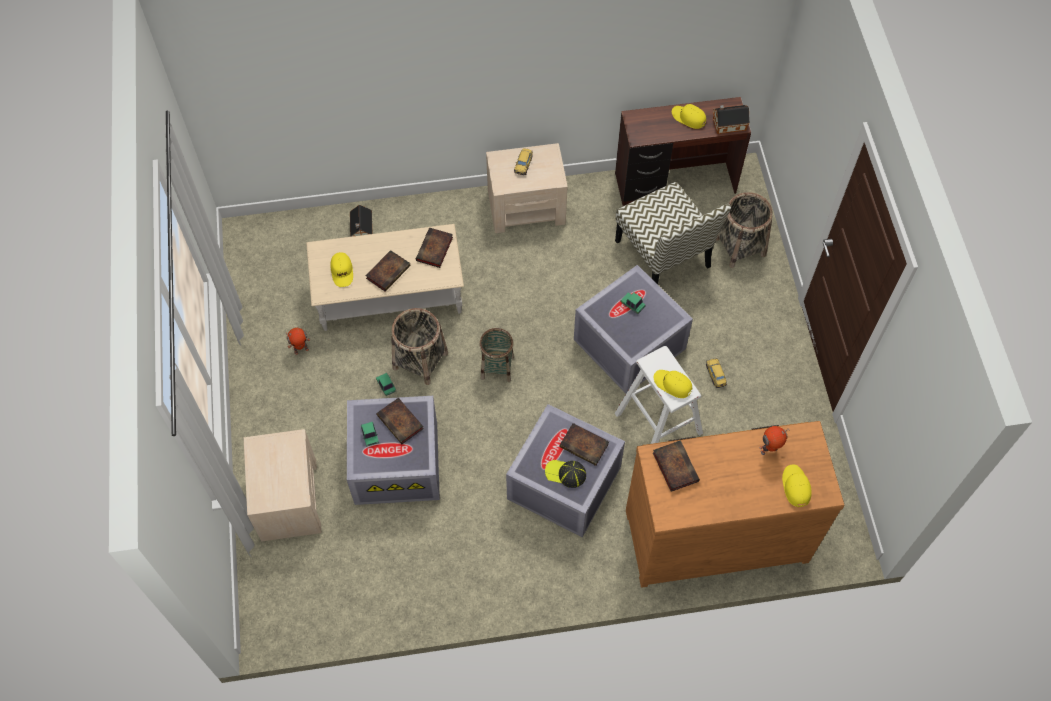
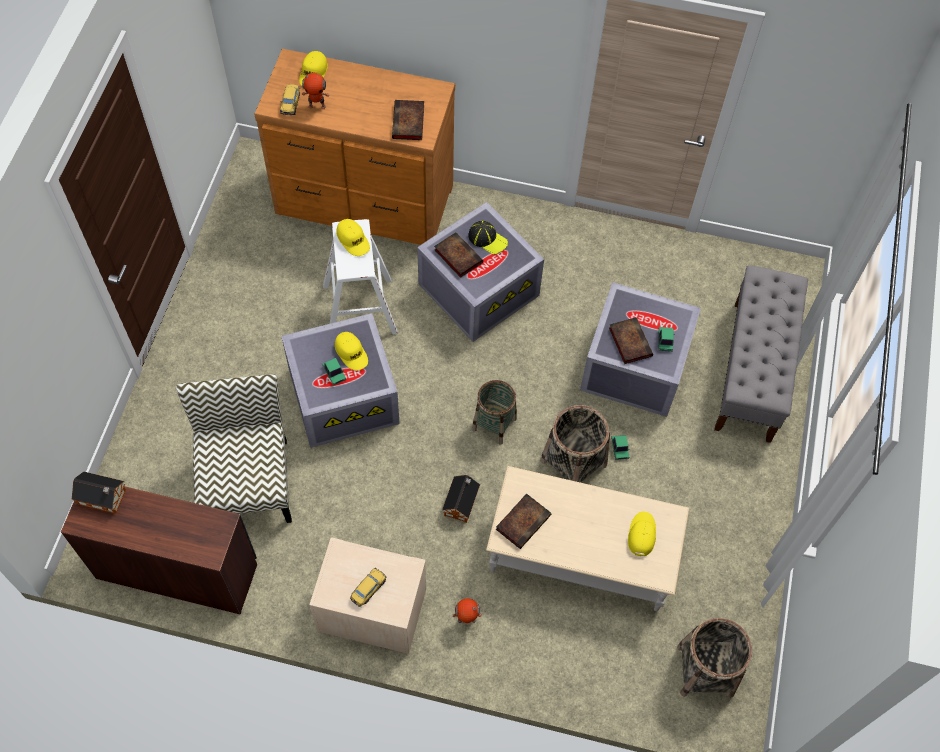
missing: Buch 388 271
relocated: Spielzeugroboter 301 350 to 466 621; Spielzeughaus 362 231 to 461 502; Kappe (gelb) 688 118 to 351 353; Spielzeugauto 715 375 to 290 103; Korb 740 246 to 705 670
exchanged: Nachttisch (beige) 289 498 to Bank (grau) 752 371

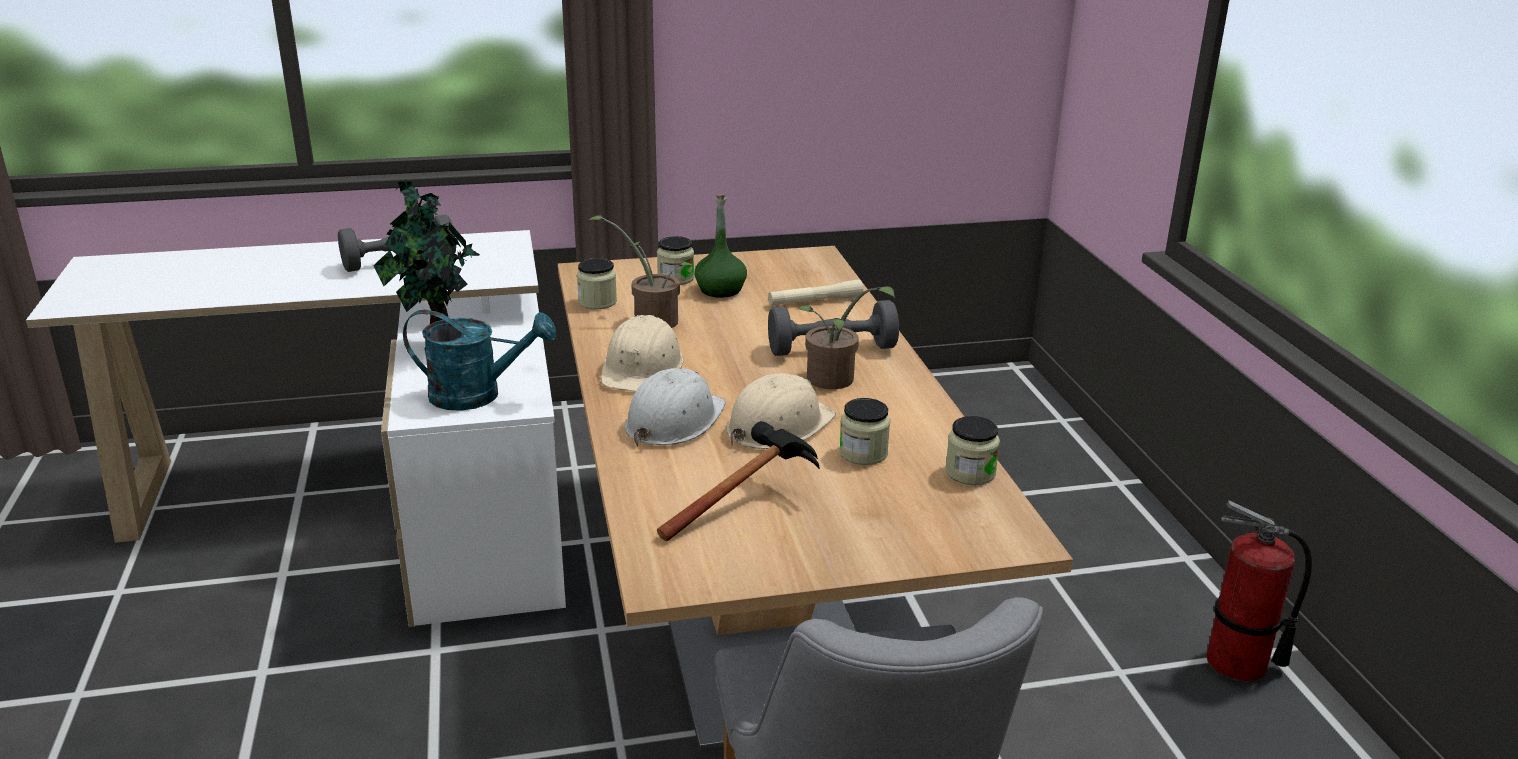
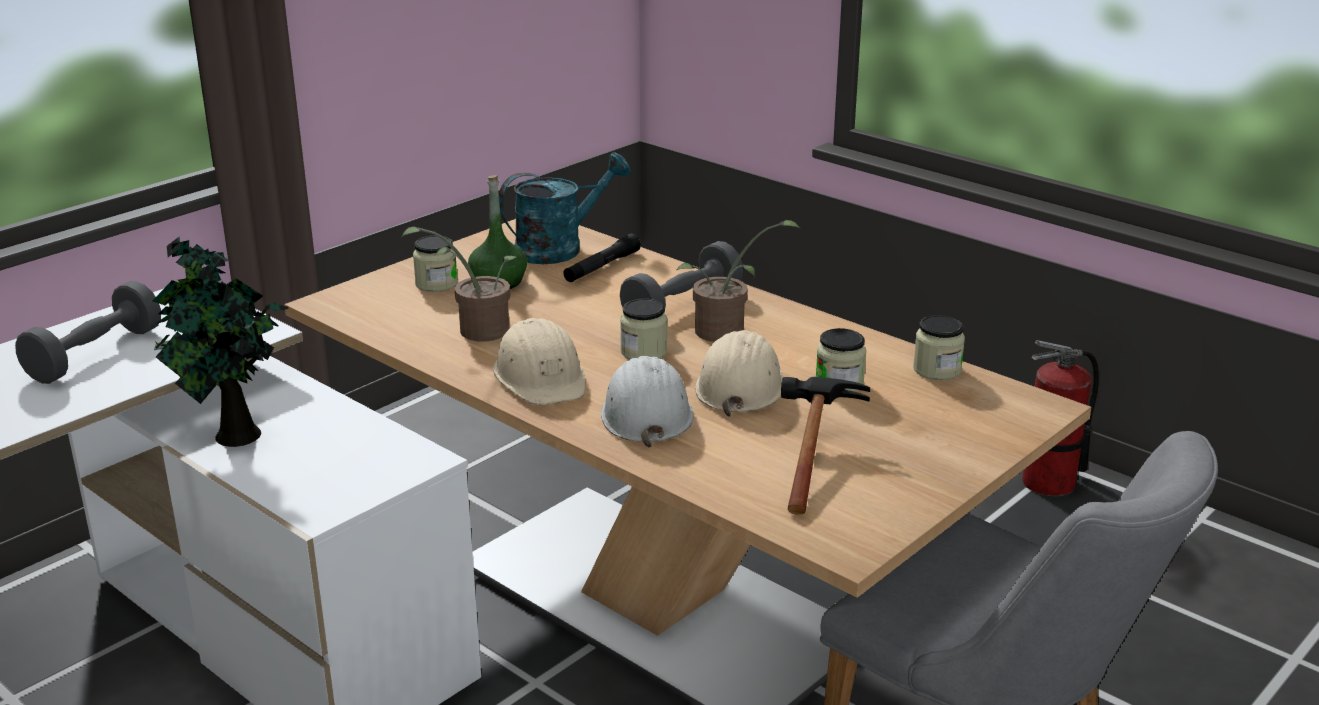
relocated: Gießkanne (türkis) 478 395 to 559 248; Vorratsglas 597 302 to 644 352
colour: Taschenlampe (beige) 815 301 to Taschenlampe (schwarz) 602 267

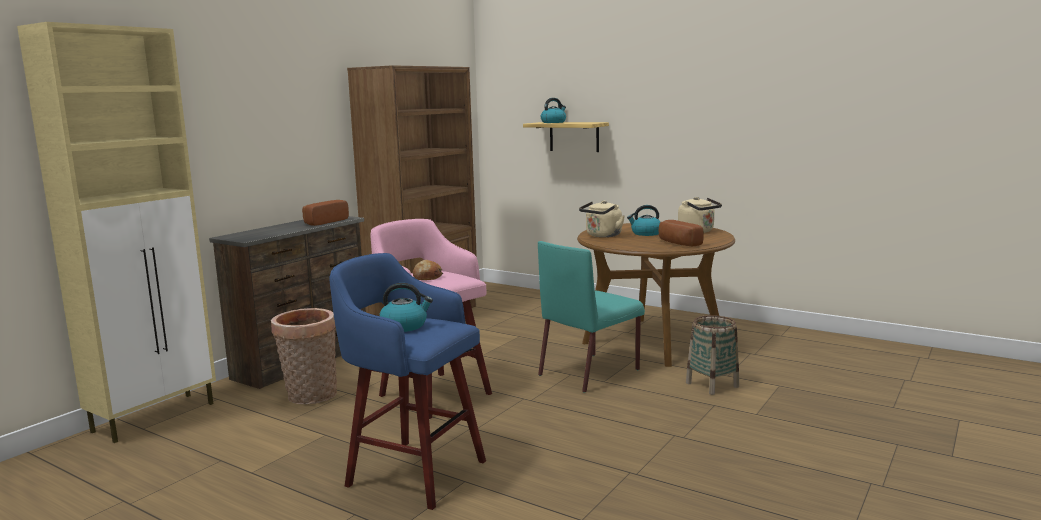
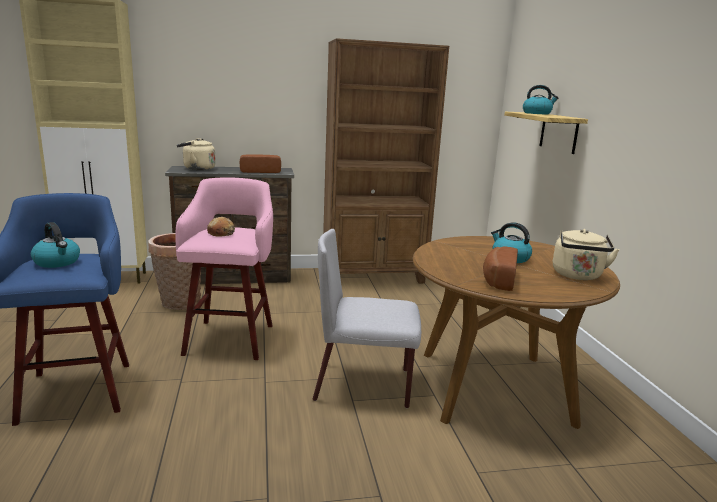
missing: Korb 712 385
relocated: Wasserkessel (beige) 602 235 to 197 168
colour: Stuhl (türkis) 590 372 to Stuhl (grau) 364 384

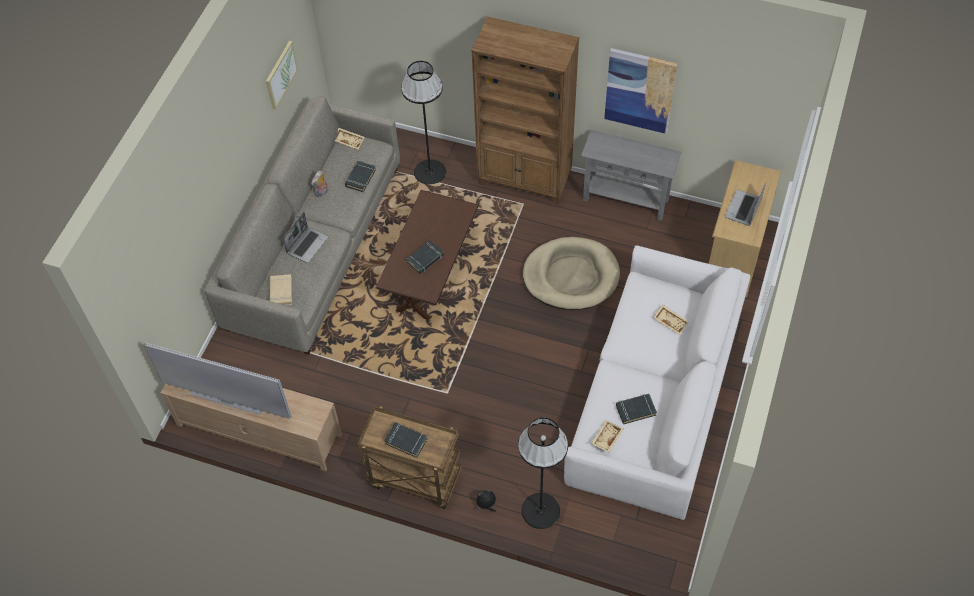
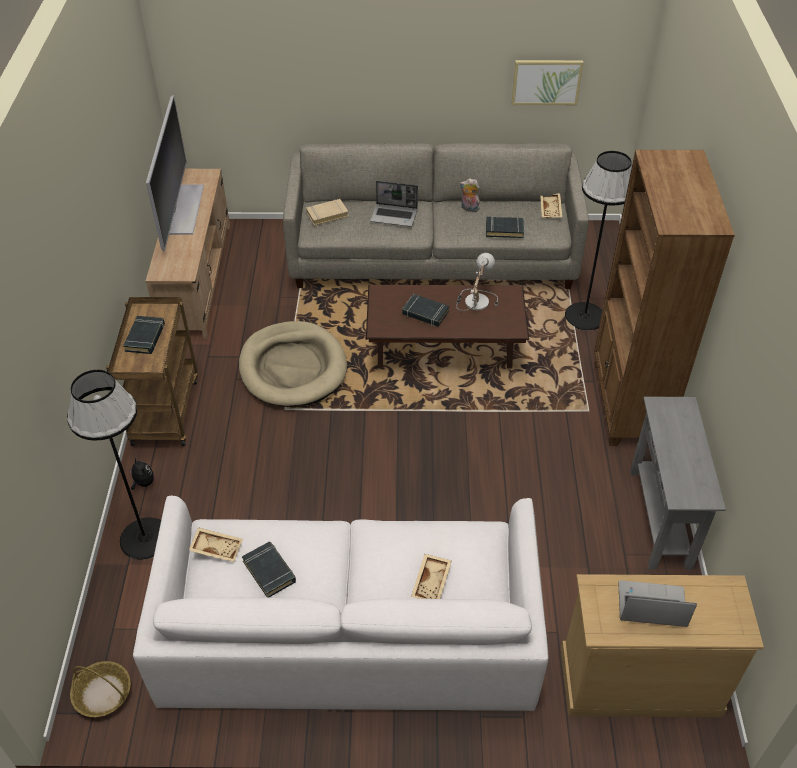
missing: Bild 640 90
appeared: Korb 102 694; Tischlampe 474 300
relocated: Hundebett (beige) 571 276 to 293 368

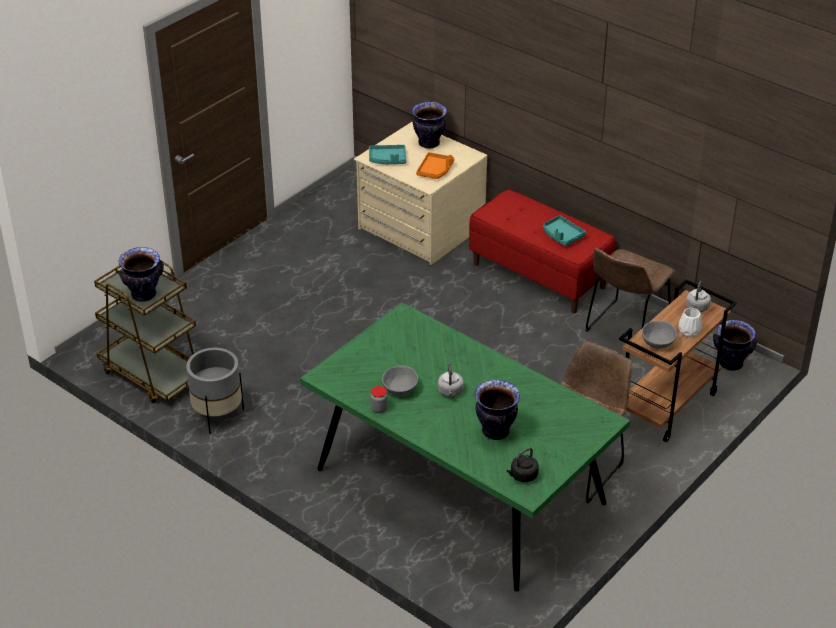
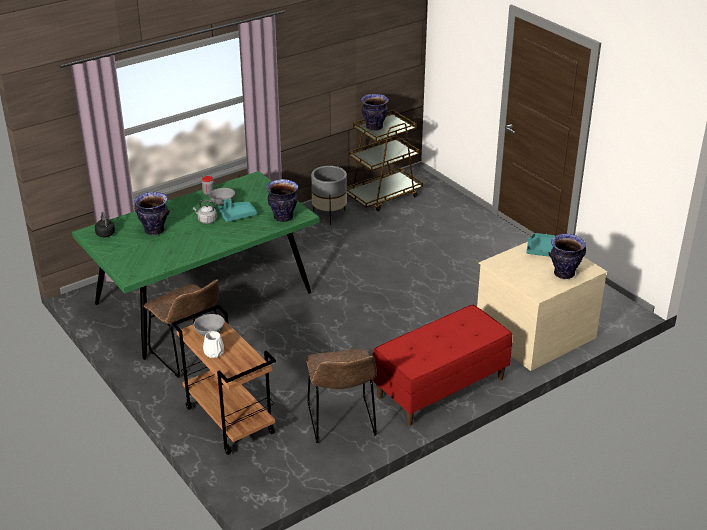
missing: Tablett (orange) 435 171; Wasserkessel (grau) 696 308
relocated: Tablett (türkis) 562 236 to 237 215; Vase 731 364 to 283 217
spun: Stuhl (braun) 625 329 = 342 422 150 degrees counterclockwise

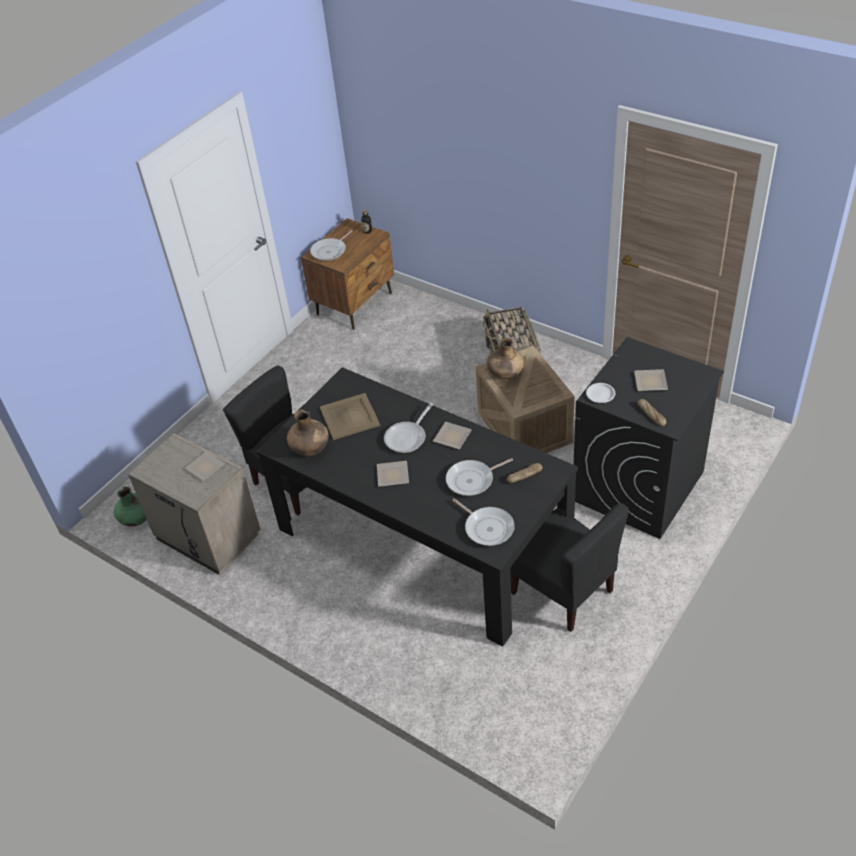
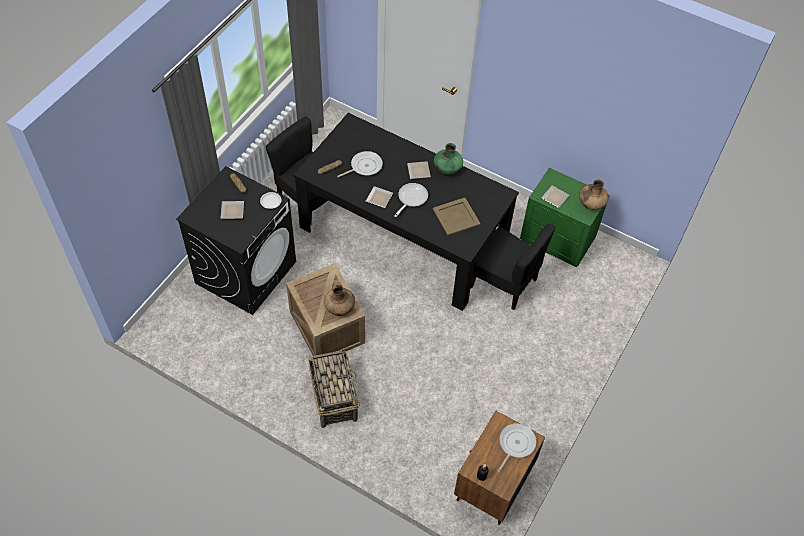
missing: Pfanne 487 527
relocated: Vase (grün) 137 519 to 447 169; Vase (braun) 310 449 to 591 204
colour: Nachttisch (beige) 207 537 to Nachttisch (grün) 557 239

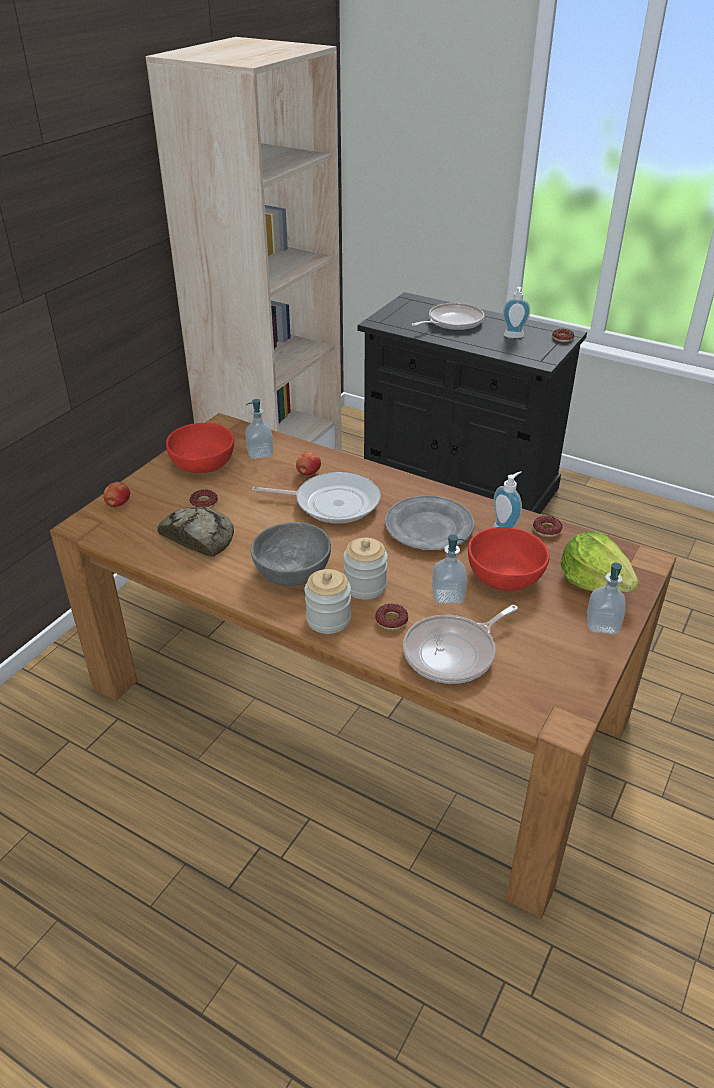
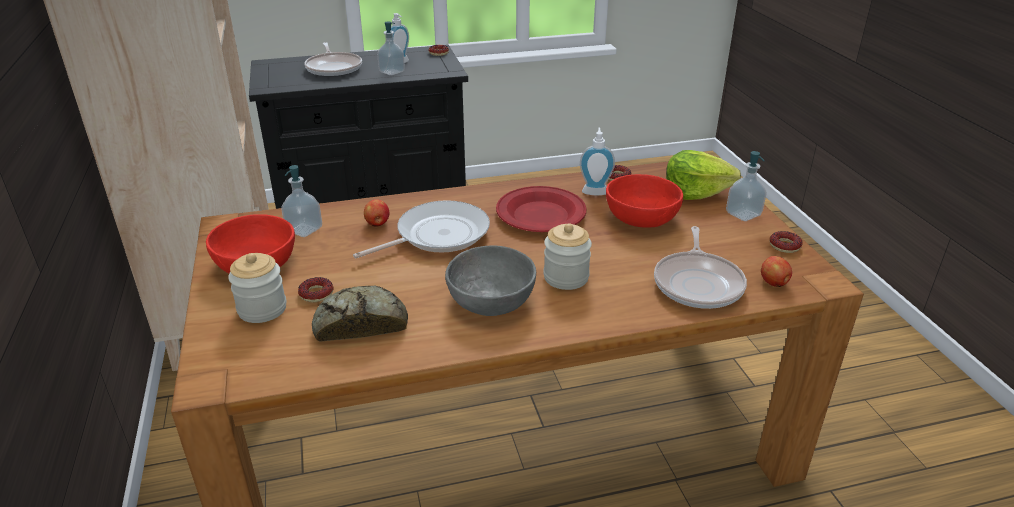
relocated: Apfel 118 504 to 774 283; Vorratsglas 328 619 to 262 309; Donut 391 620 to 784 246; Seifenspender 448 595 to 392 72
colour: Teller (grau) 428 527 to Teller (rot) 540 214
spun: Pfanne 452 322 = 334 68 150 degrees clockwise

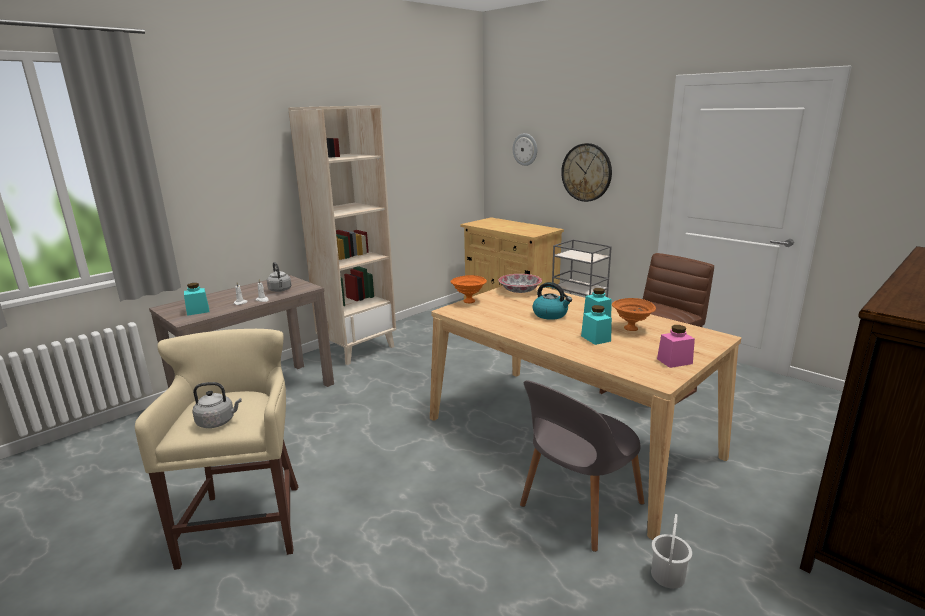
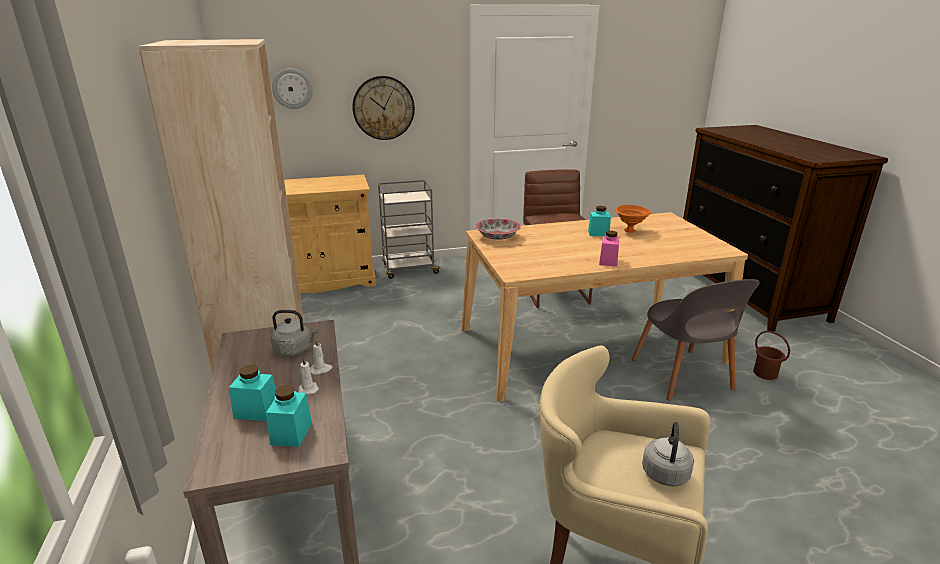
missing: Schüssel (orange) 468 301; Wasserkessel 550 314
relocated: Vorratsglas (türkis) 595 338 to 256 411; Vorratsglas (rosa) 674 361 to 608 261
colour: Eimer (weiß) 668 575 to Eimer (braun) 765 373

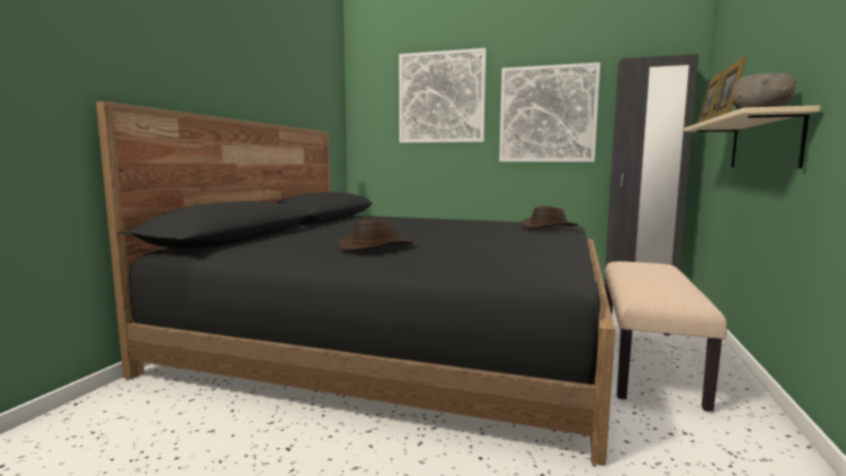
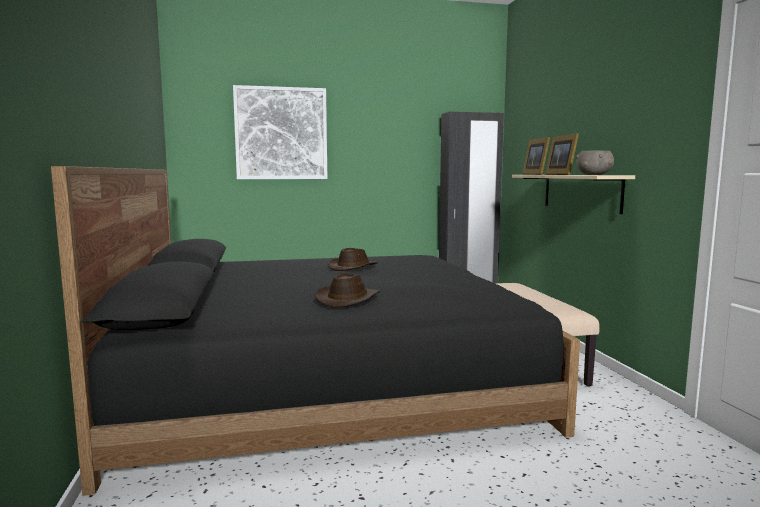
missing: Bild 547 114
relocated: Hut (braun) 548 227 to 353 267

